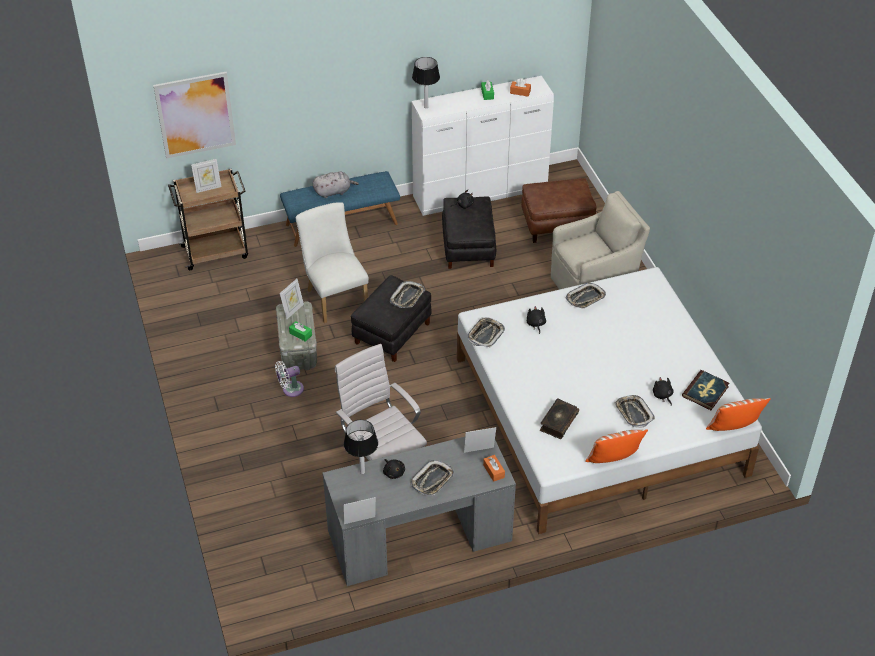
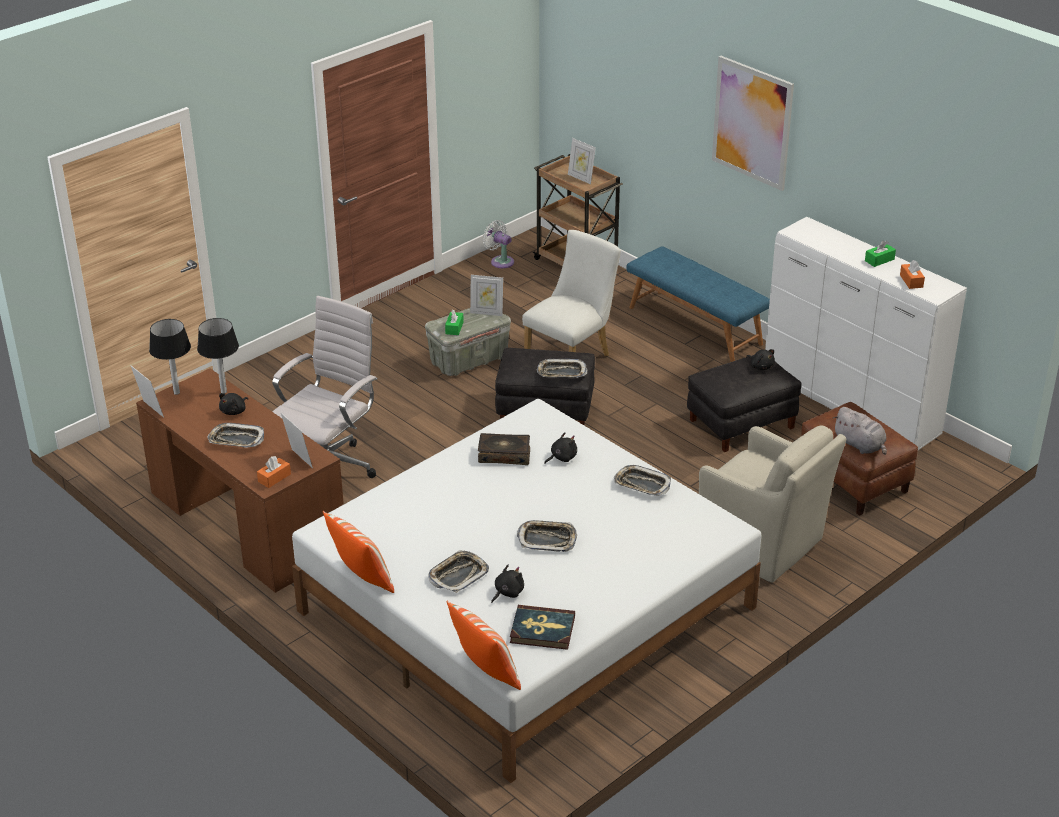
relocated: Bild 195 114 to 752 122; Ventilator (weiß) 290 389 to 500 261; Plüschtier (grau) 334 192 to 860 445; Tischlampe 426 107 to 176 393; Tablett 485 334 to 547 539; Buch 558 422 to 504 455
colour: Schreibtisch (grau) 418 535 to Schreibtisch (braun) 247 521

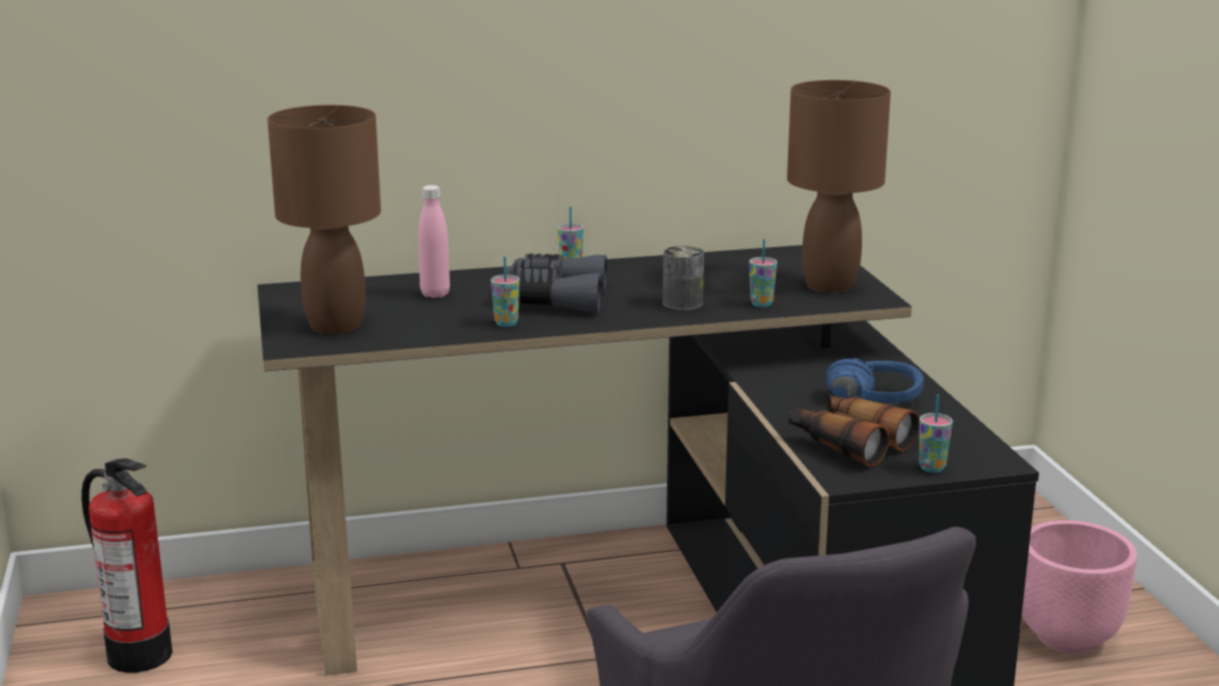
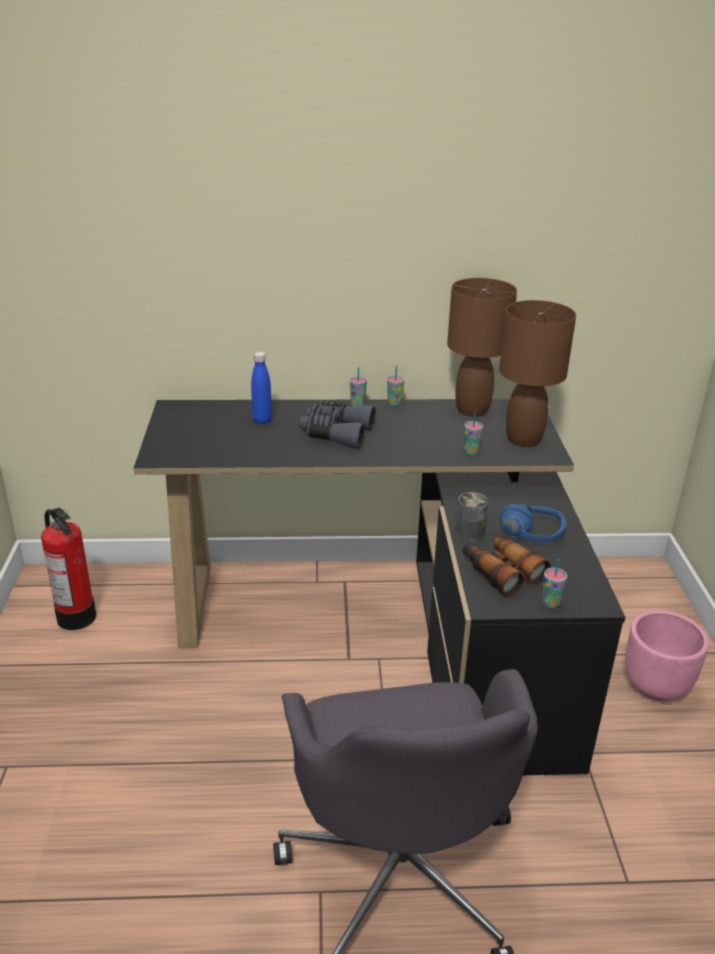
relocated: Tischlampe (braun) 334 326 to 471 410; Tasse 506 323 to 394 404; Dose 682 303 to 469 533
colour: Flasche (rosa) 435 294 to Flasche (blau) 262 420

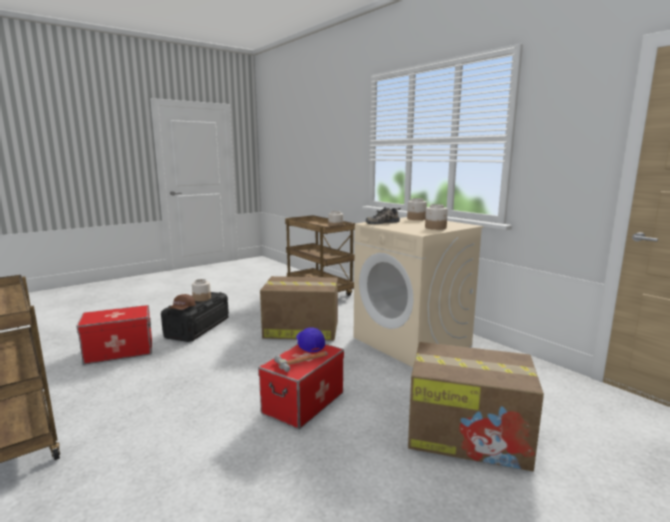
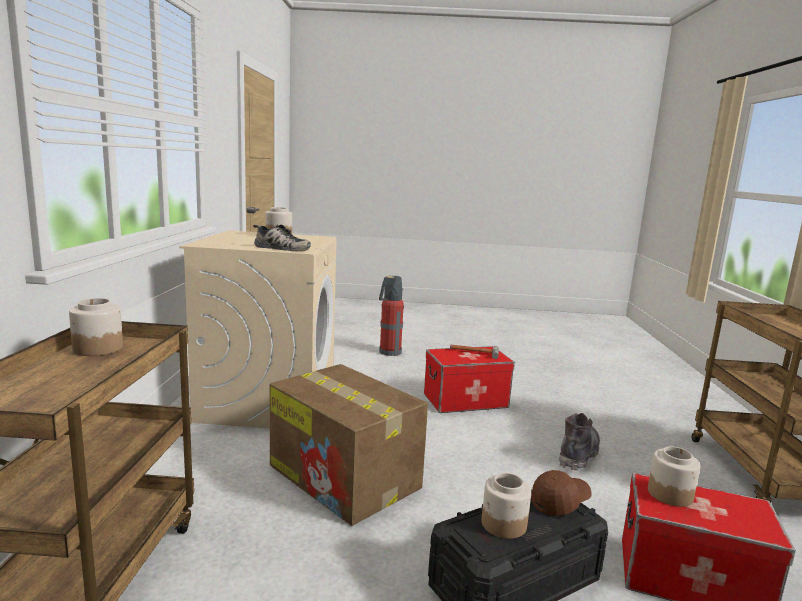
missing: Kappe (blau) 309 344
appeared: Stiefel (grau) 578 454
relocated: Vorratsglas 416 219 to 670 494
exchanged: Karton 469 434 to Feuerlöscher 389 352

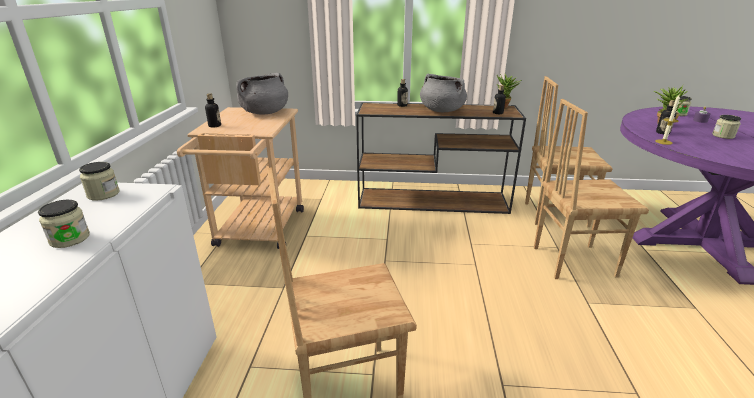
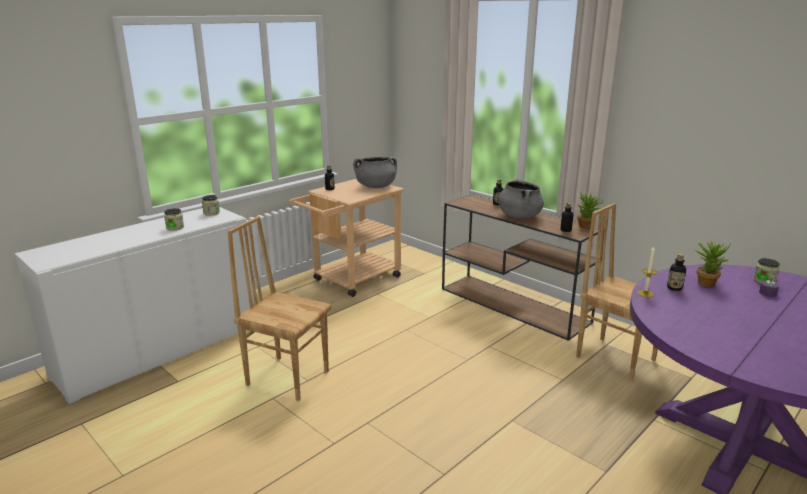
missing: Stuhl (braun) 572 261; Vorratsglas 723 136

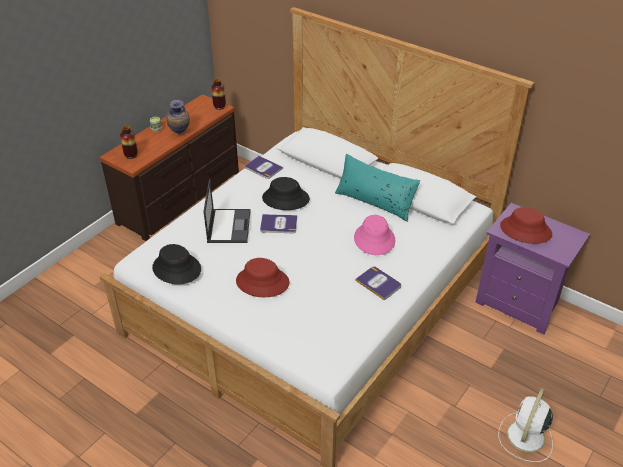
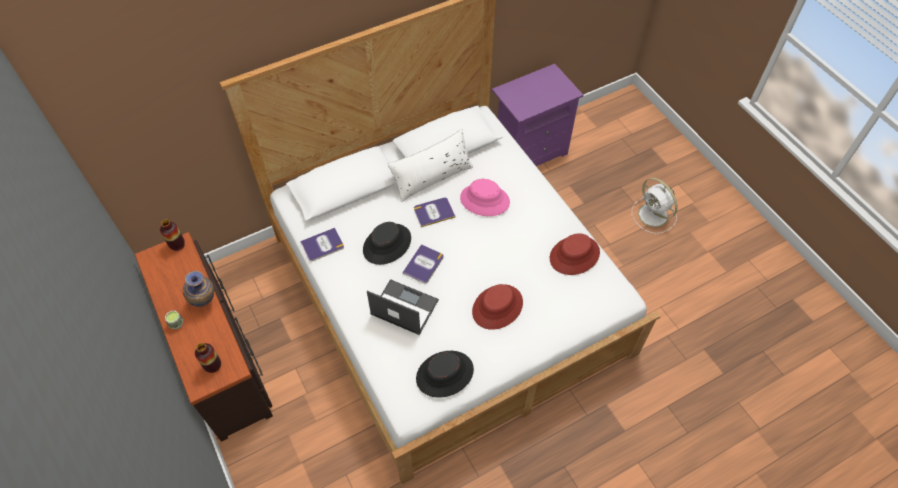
relocated: Buch 378 283 to 434 212; Hut (rot) 525 230 to 574 255
colour: Kissen (türkis) 375 201 to Kissen (weiß) 432 177

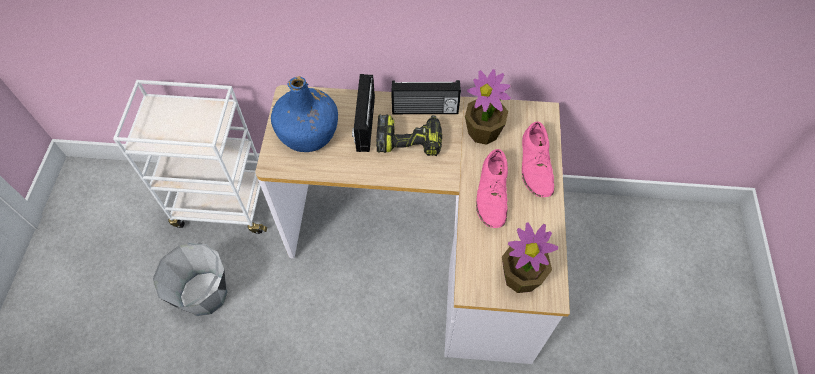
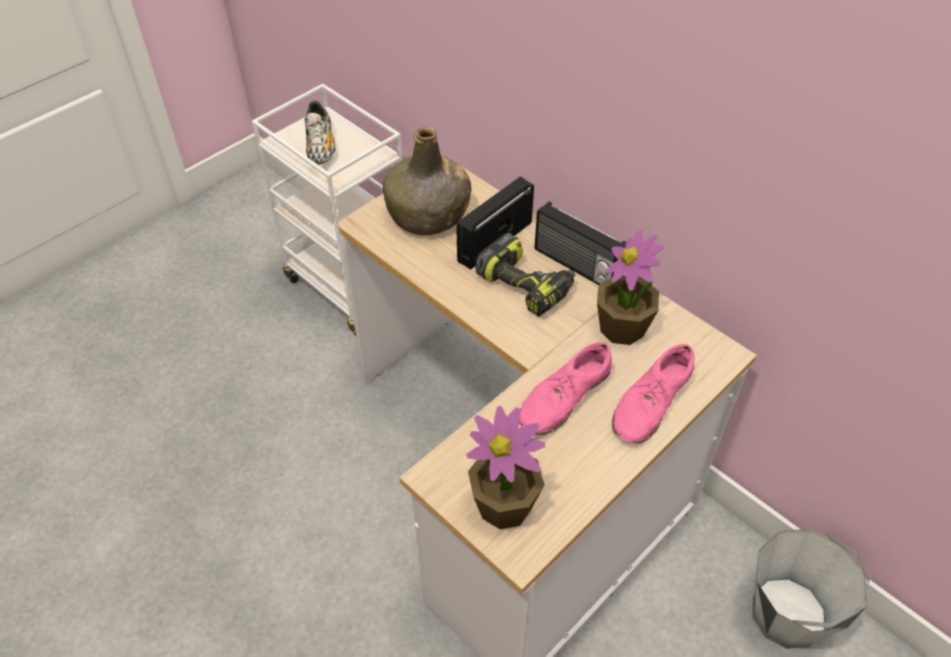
appeared: Schuh 321 146
relocated: Eimer (grau) 205 294 to 787 614
colour: Flasche (blau) 309 132 to Flasche (grün) 428 215

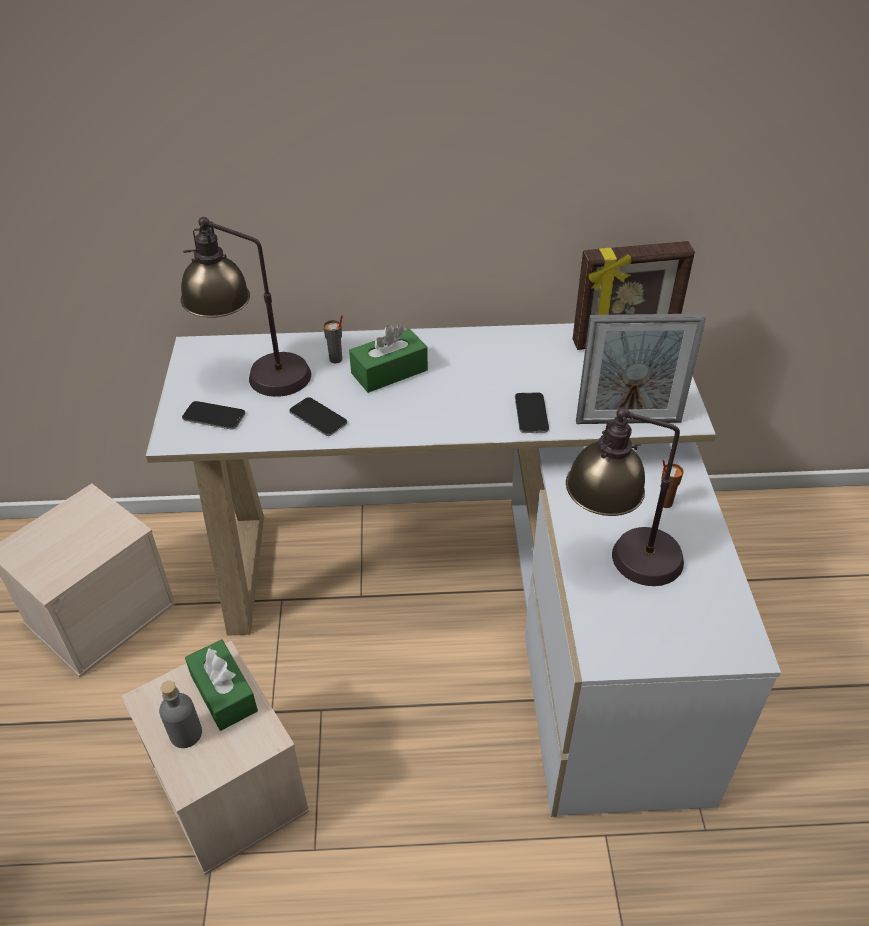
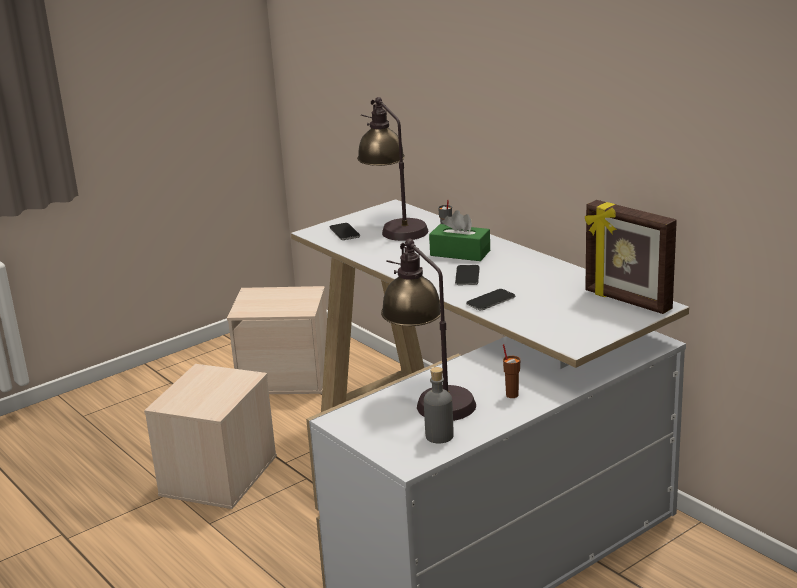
missing: Taschentuchbox (grün) 223 693; Bilderrahmen 628 421
relocated: Flasche (grau) 186 733 to 439 436; Handy 318 418 to 467 276

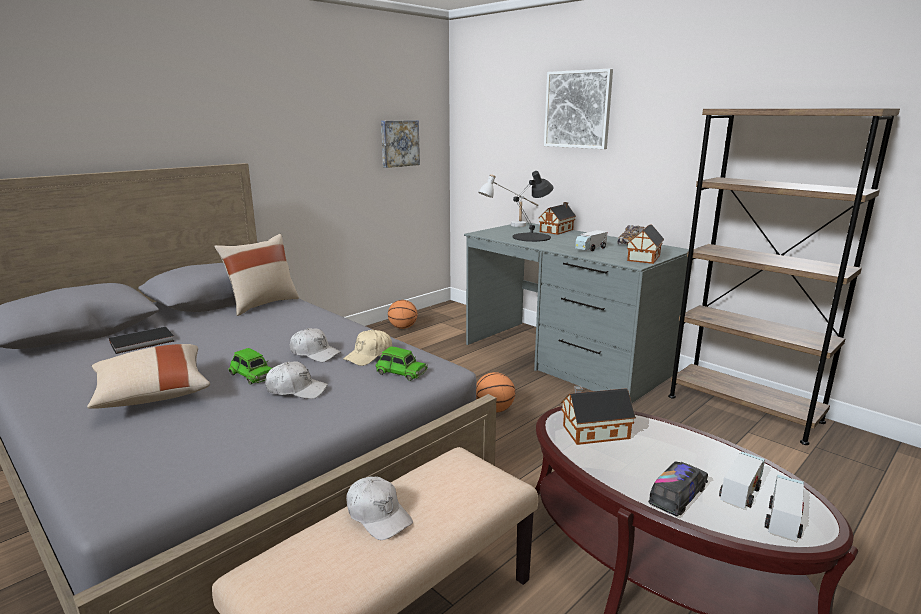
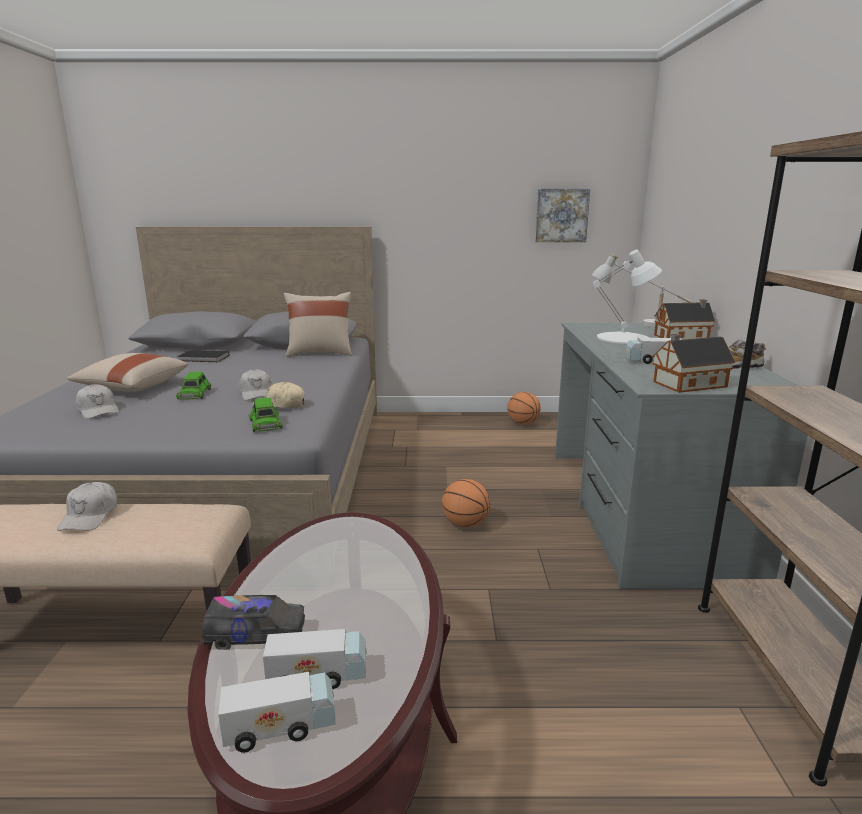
missing: Bild 578 109; Spielzeughaus 593 432
relocated: Kappe (weiß) 296 390 to 98 410
colour: Tischlampe (schwarz) 532 237 to Tischlampe (weiß) 623 338

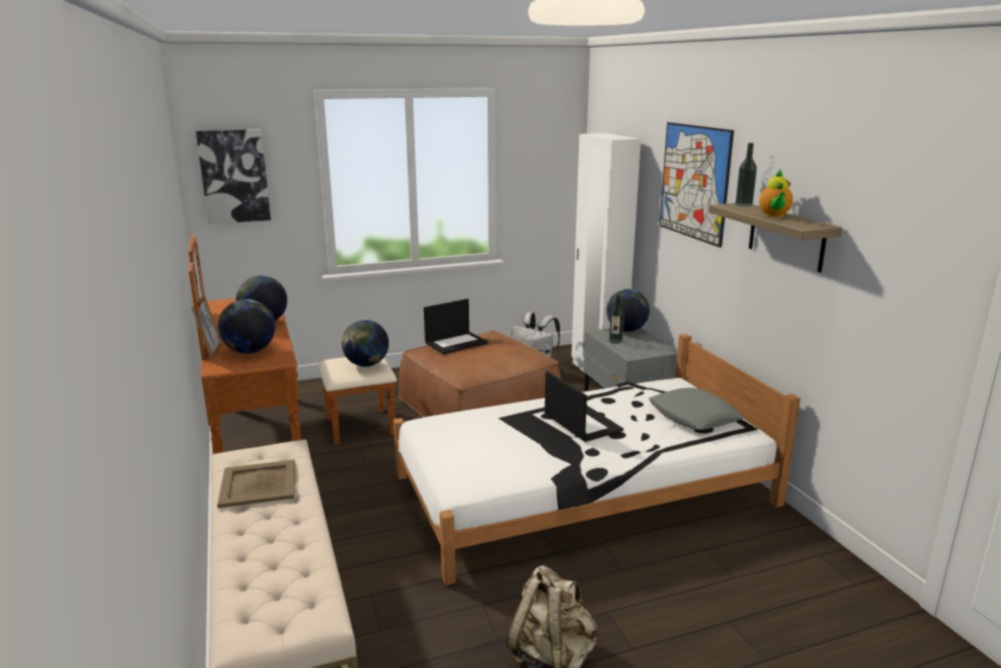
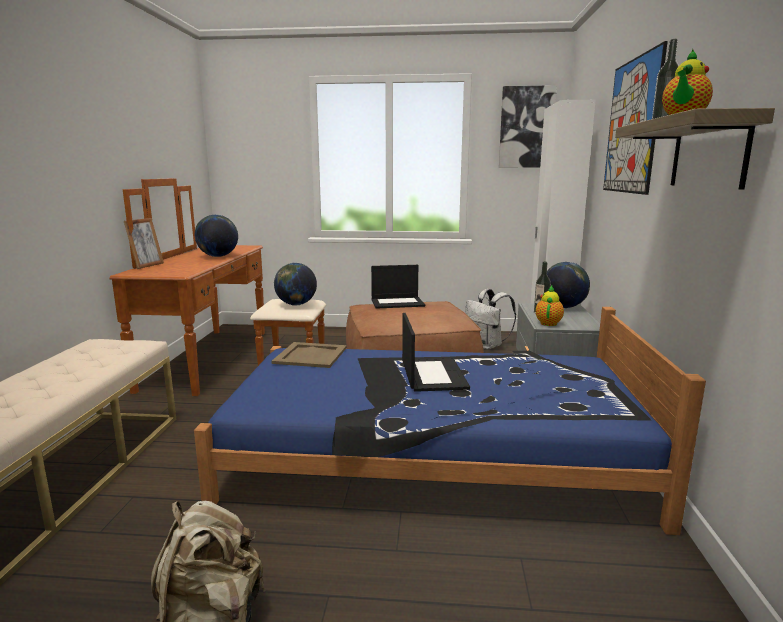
missing: Globus 250 352; Kissen (grau) 694 416
appeared: Teekanne 548 323
relocated: Bild 234 176 to 526 127; Tablett (beige) 259 483 to 311 355
colour: Bett (weiß) 583 489 to Bett (blau) 433 454

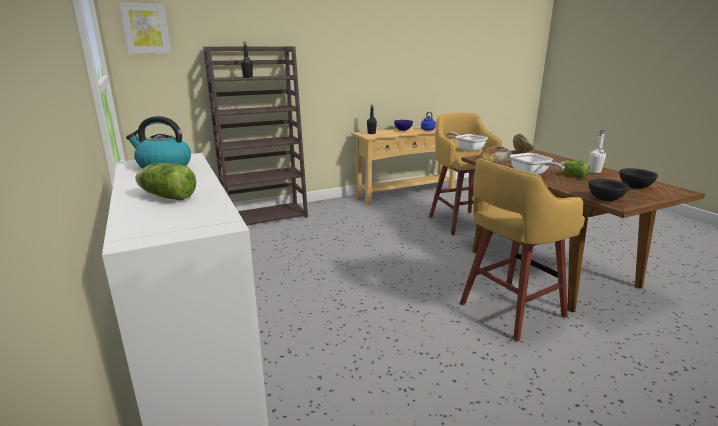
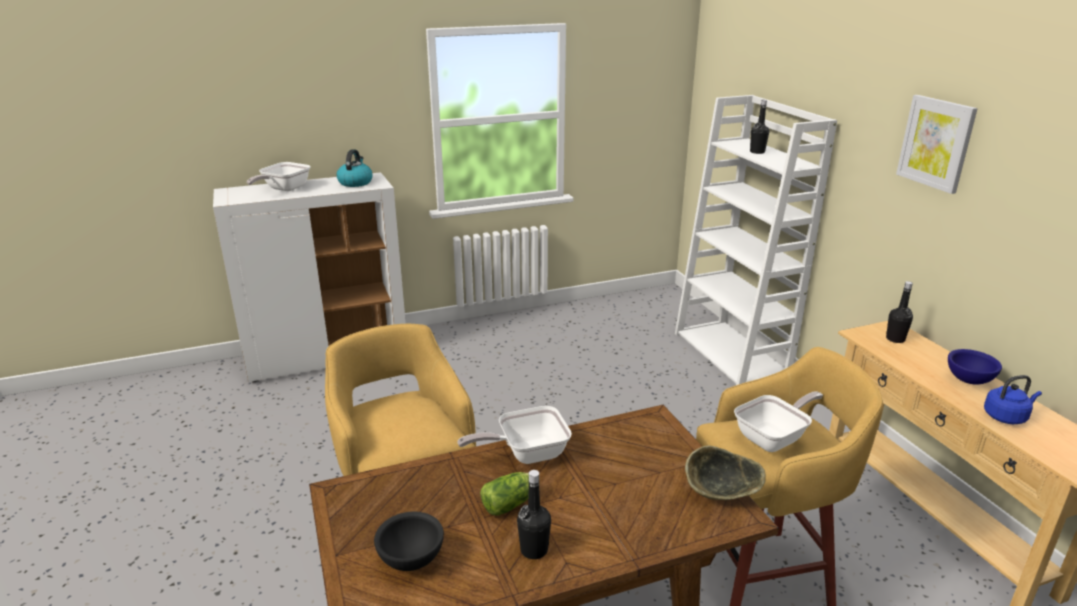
missing: Brot 496 158; Schüssel (schwarz) 605 200
relocated: Bild 146 28 to 936 143
exchanged: Salatkopf 166 196 to Pfanne 283 189
colour: Bücherregal (braun) 266 216 to Bücherregal (weiß) 732 354; Flasche (weiß) 594 171 to Flasche (schwarz) 534 550

